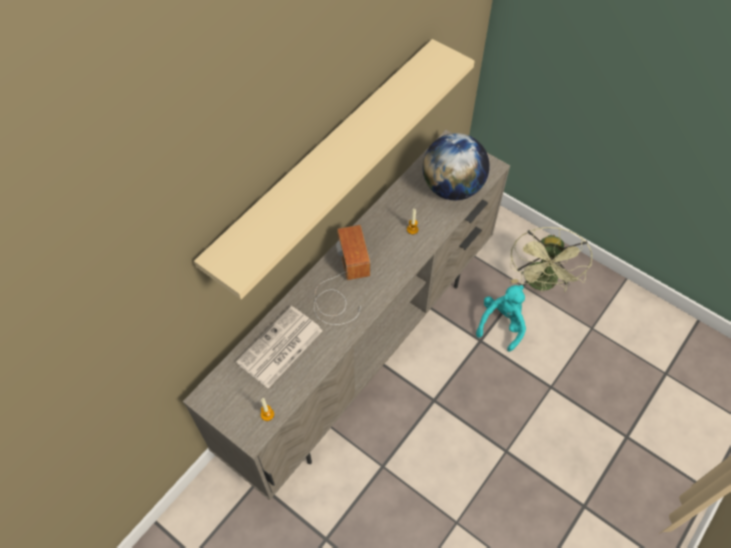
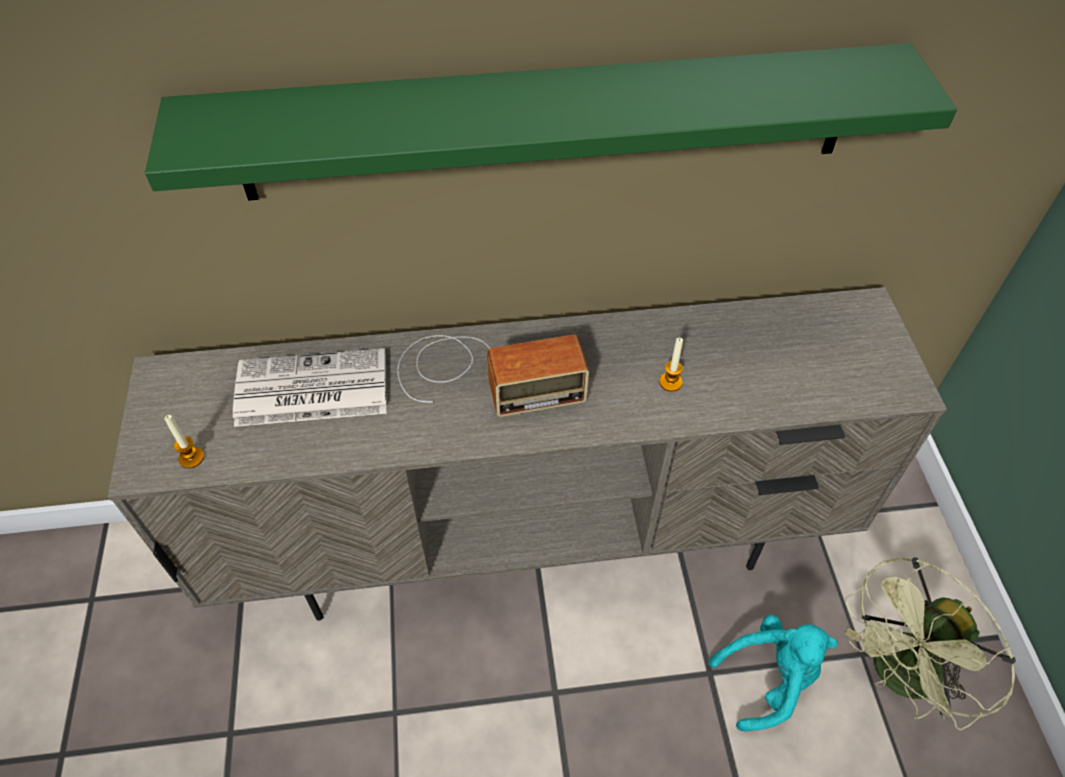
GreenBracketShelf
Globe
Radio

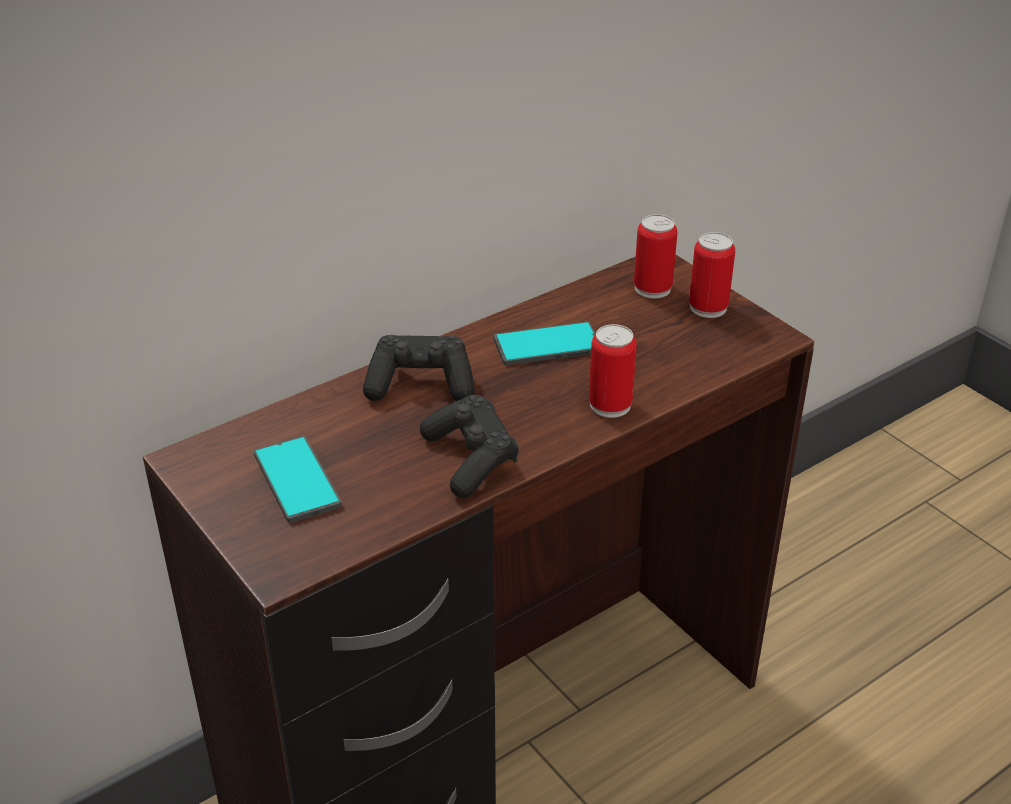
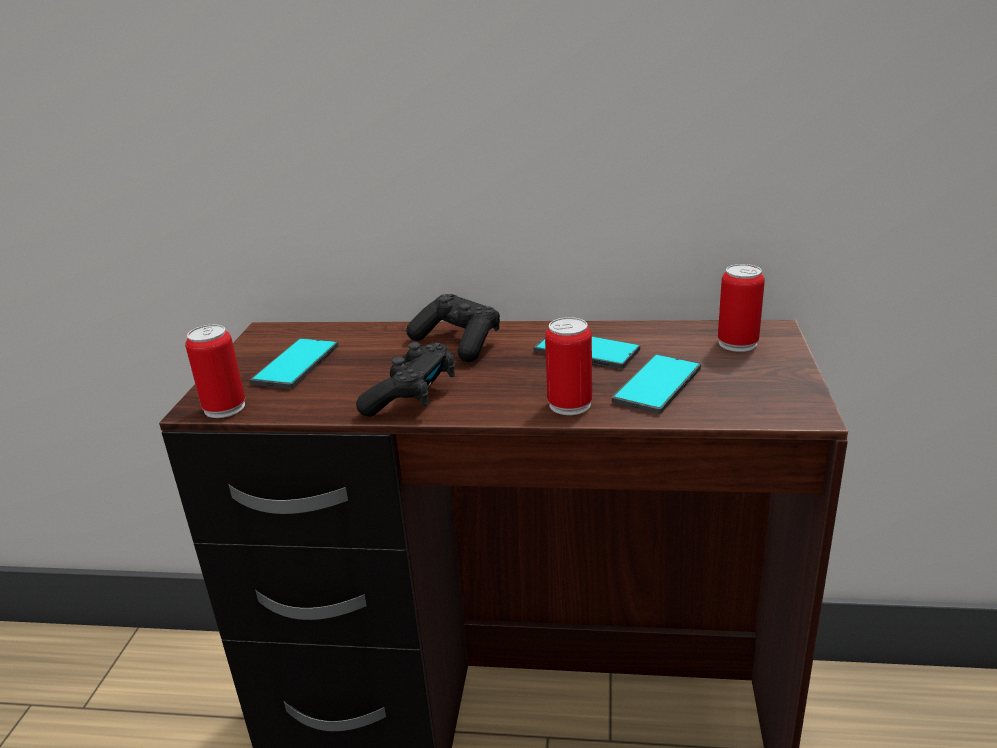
SealedCan (1st from left)
Handset (3rd from left)

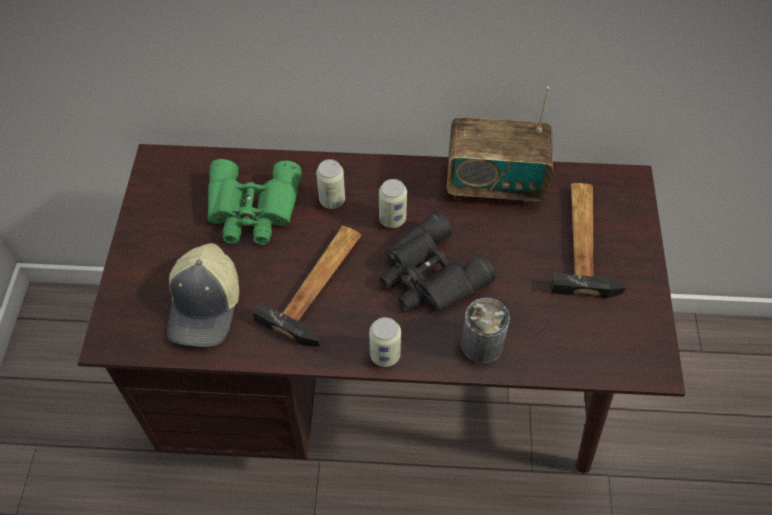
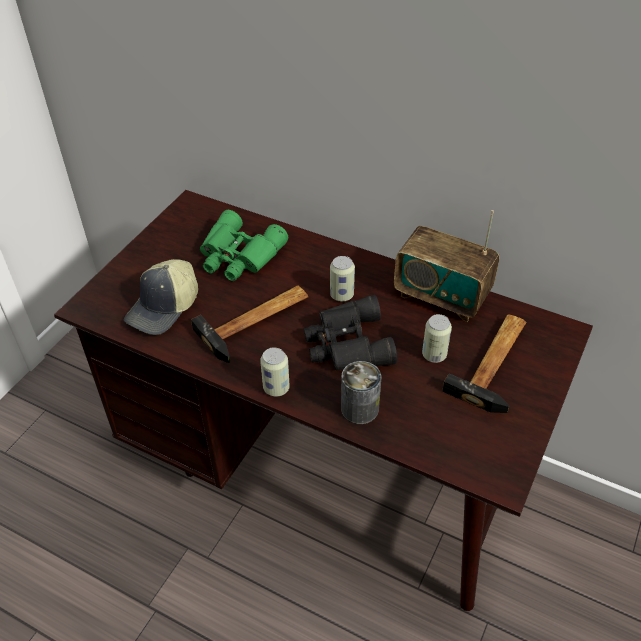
SealedCan (4th from left)

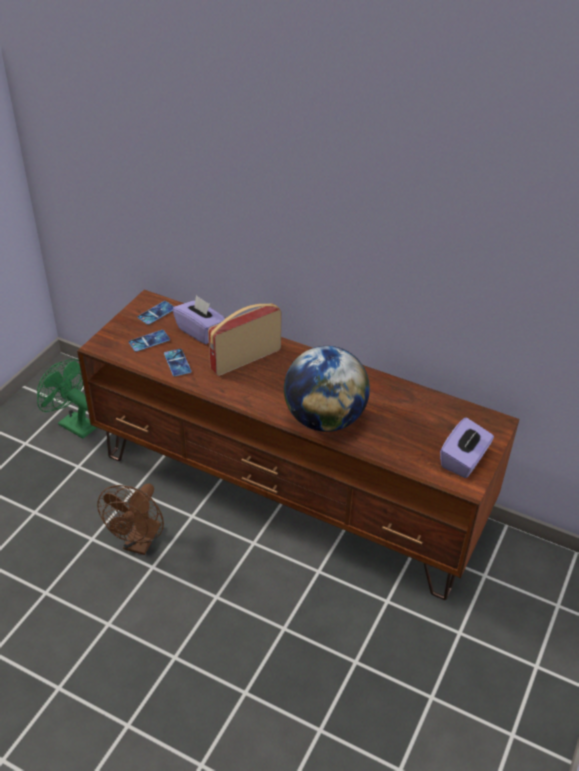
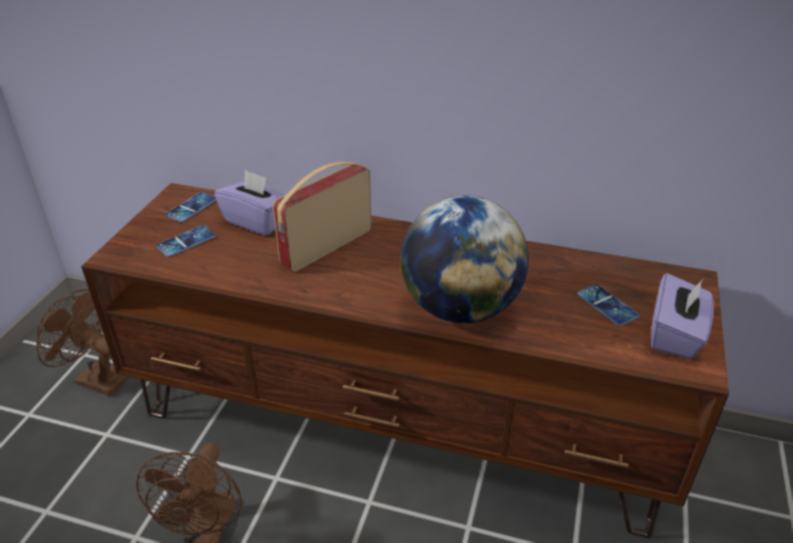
Handset (3rd from left)
BrownColouredCoolingFan (1st from left)

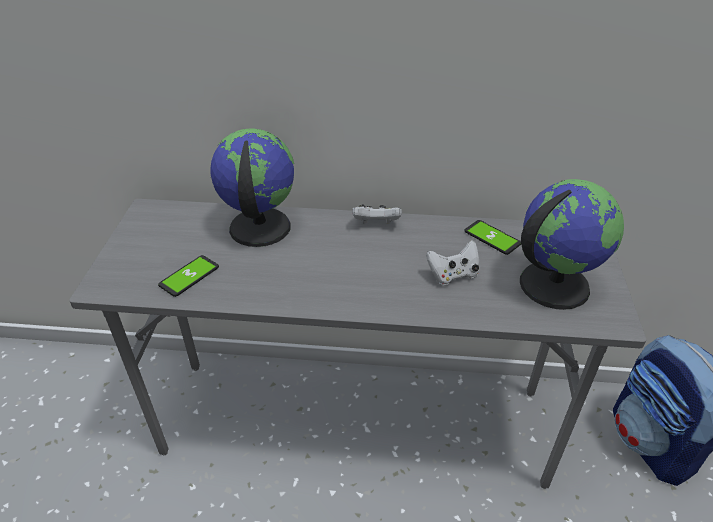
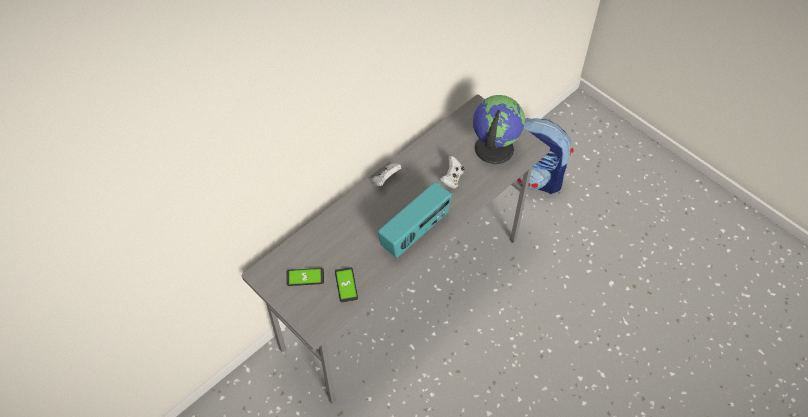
Globe (1st from left in the first image)
Handset (1st from left)
Radio

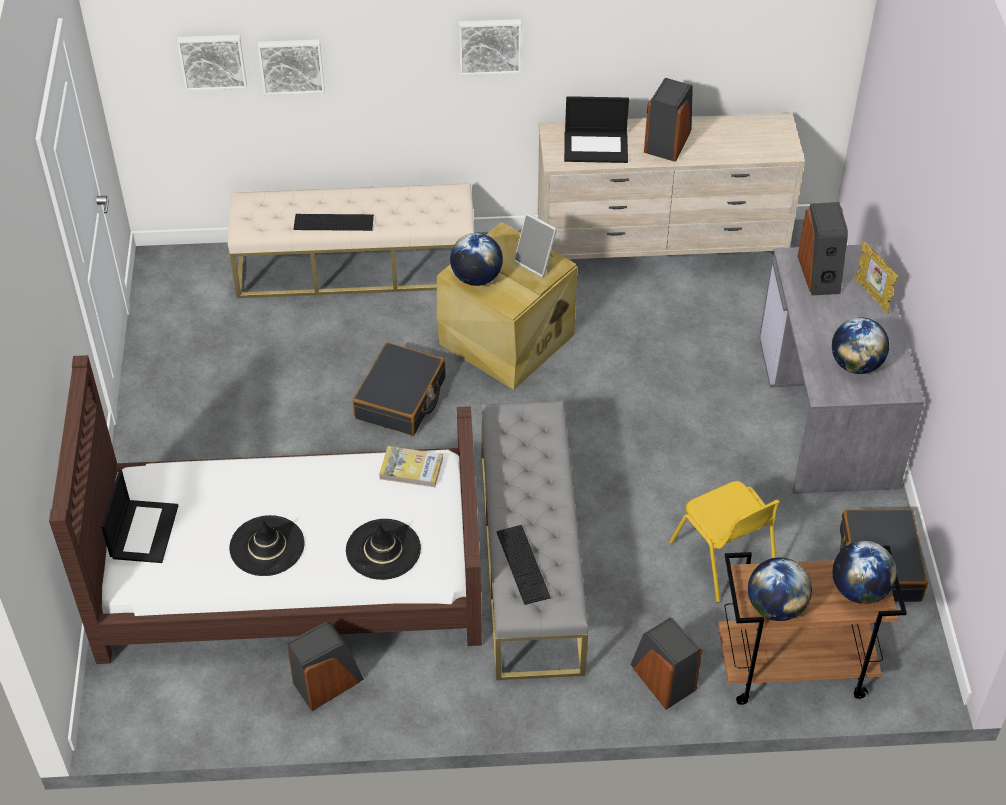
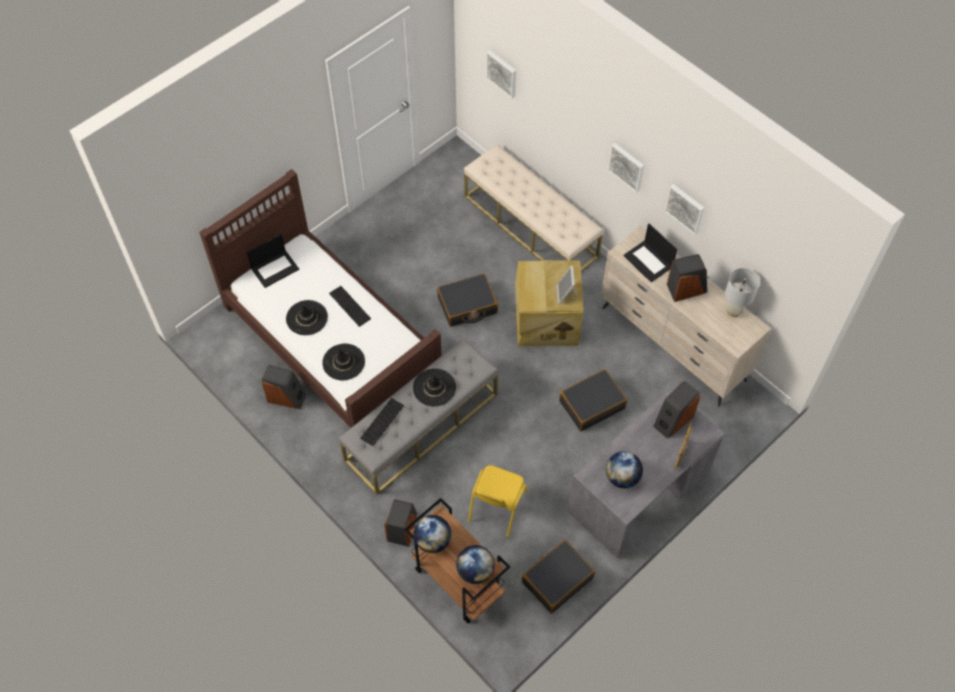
WallArt (3rd from left)
Keyboard (1st from left)
Globe (1st from left in the first image)
BoundBook
WhitishLampForATable
BlackishWearableHat (3rd from left)
BlackishPieceOfLuggage (3rd from left)

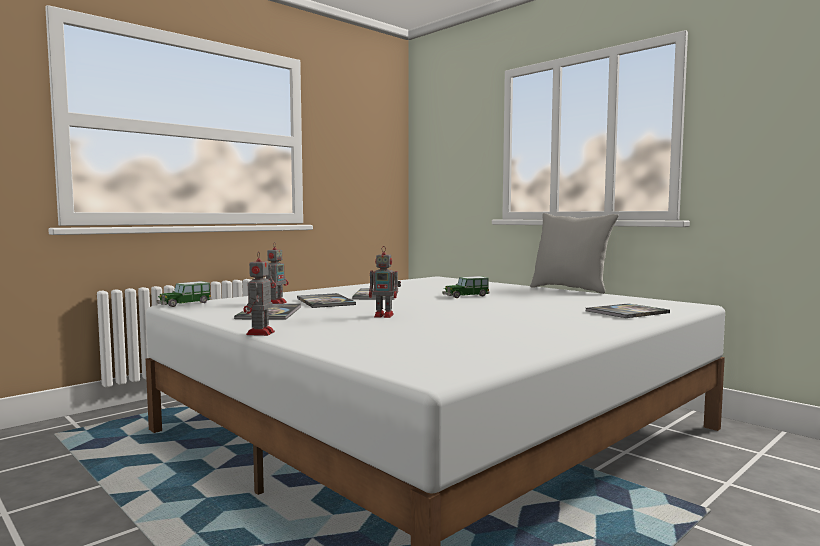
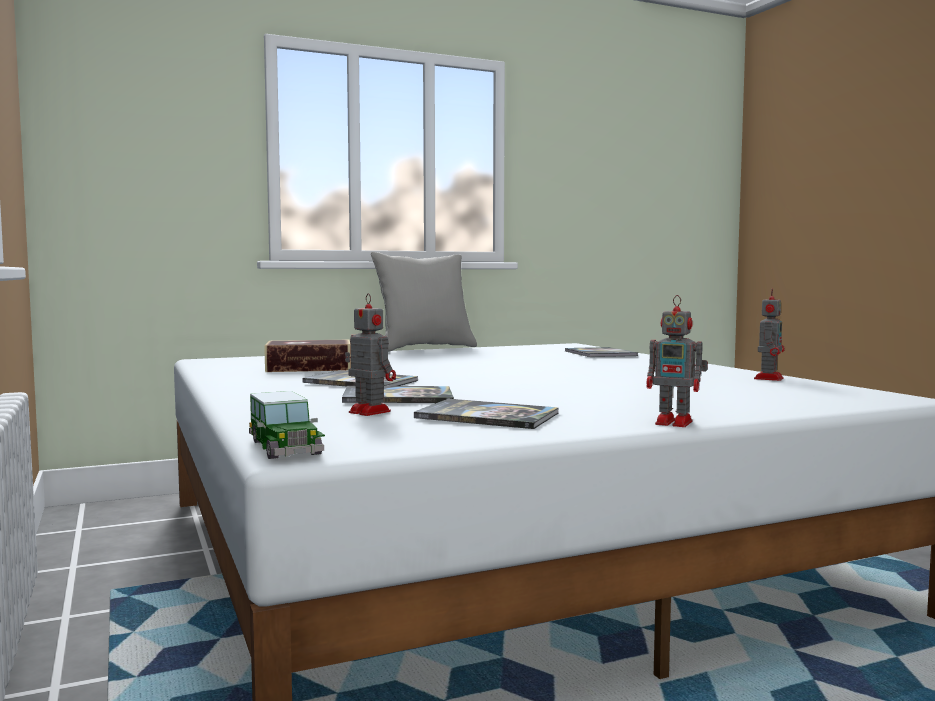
ToyRobot (3rd from left)
ToyCar (2nd from left in the first image)
BoundBook (1st from left)

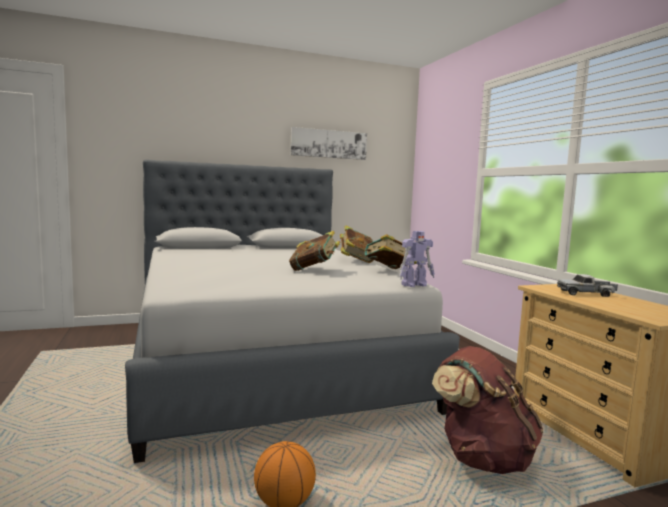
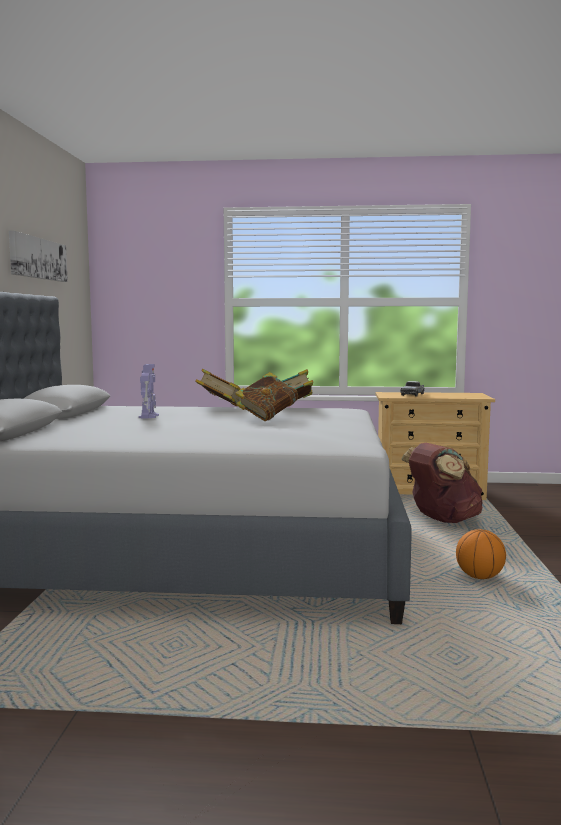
ToyRobot

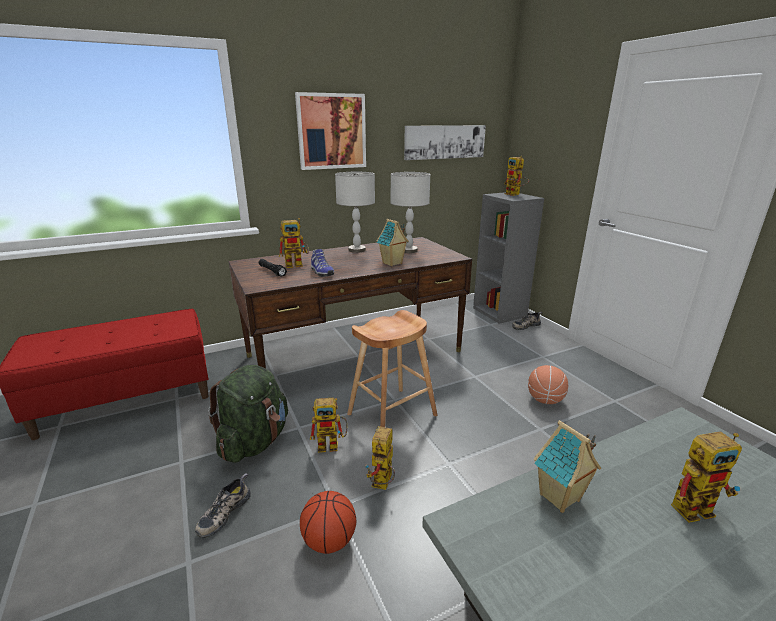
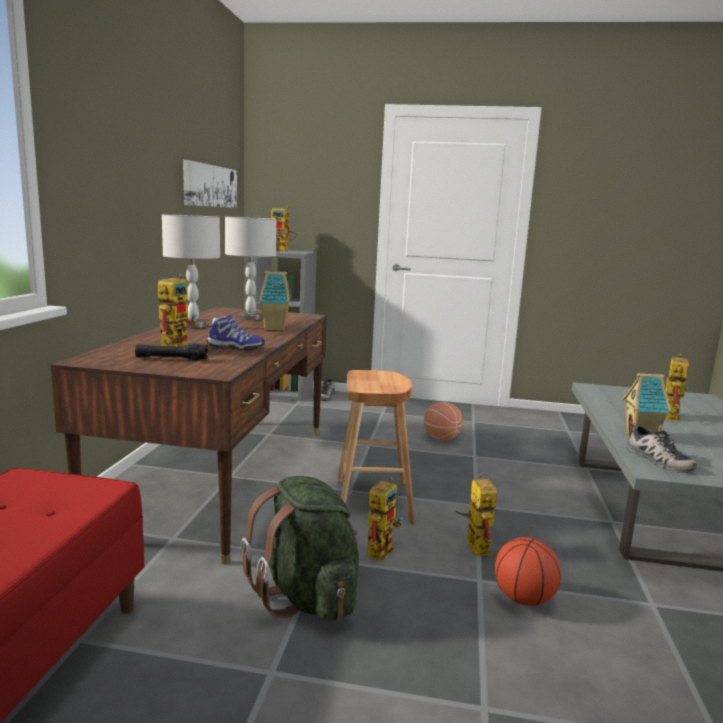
WallArt (1st from left in the first image)
ToyRobot (4th from left)
Shoe (3rd from left)

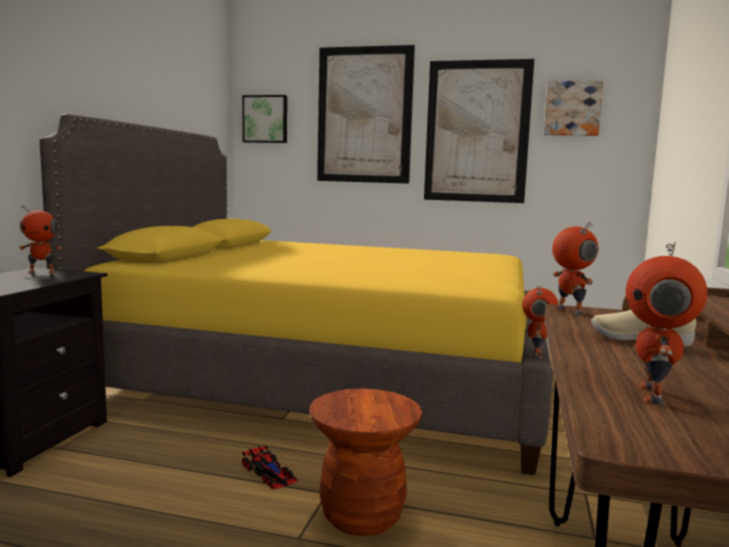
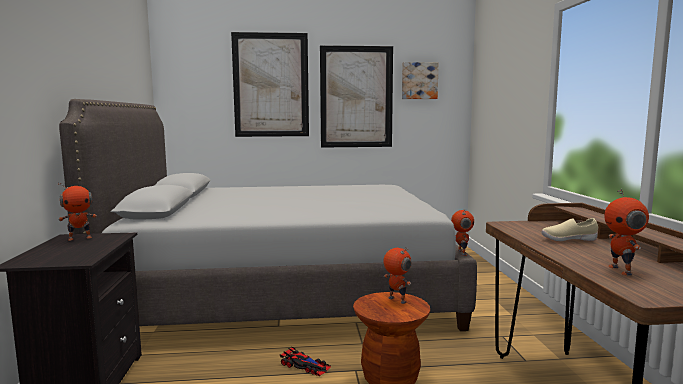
WallArt (1st from left in the first image)
GreySleepingBed
ToyRobot (2nd from left)

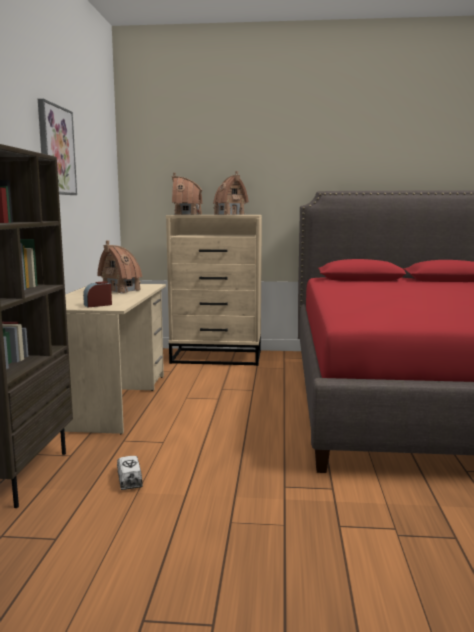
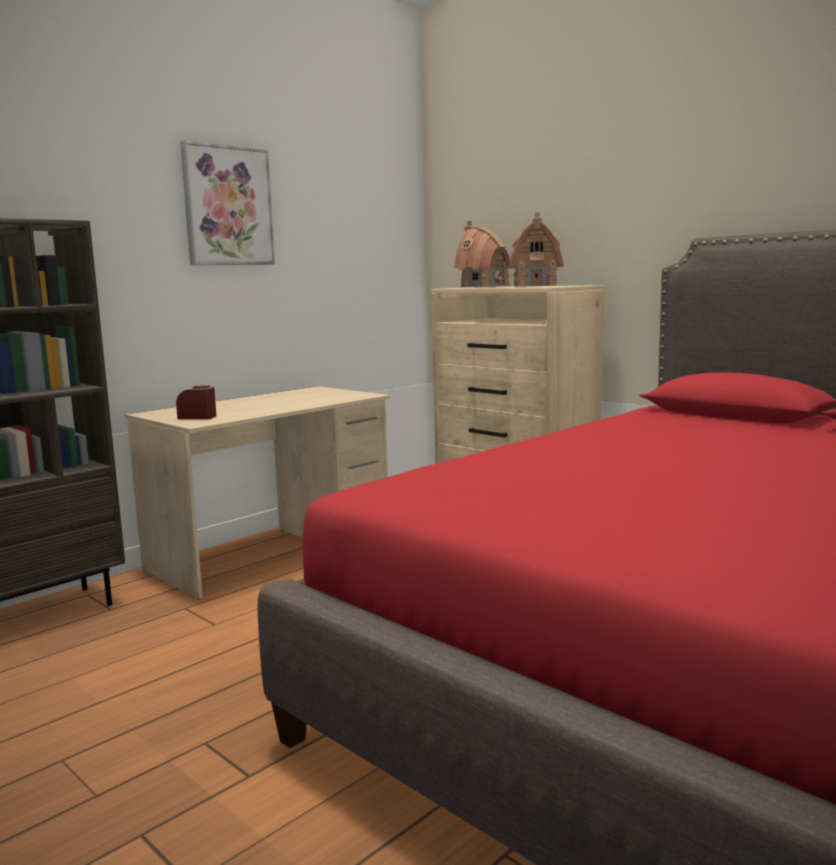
ToyHouse (1st from left in the first image)
ToyTruck

